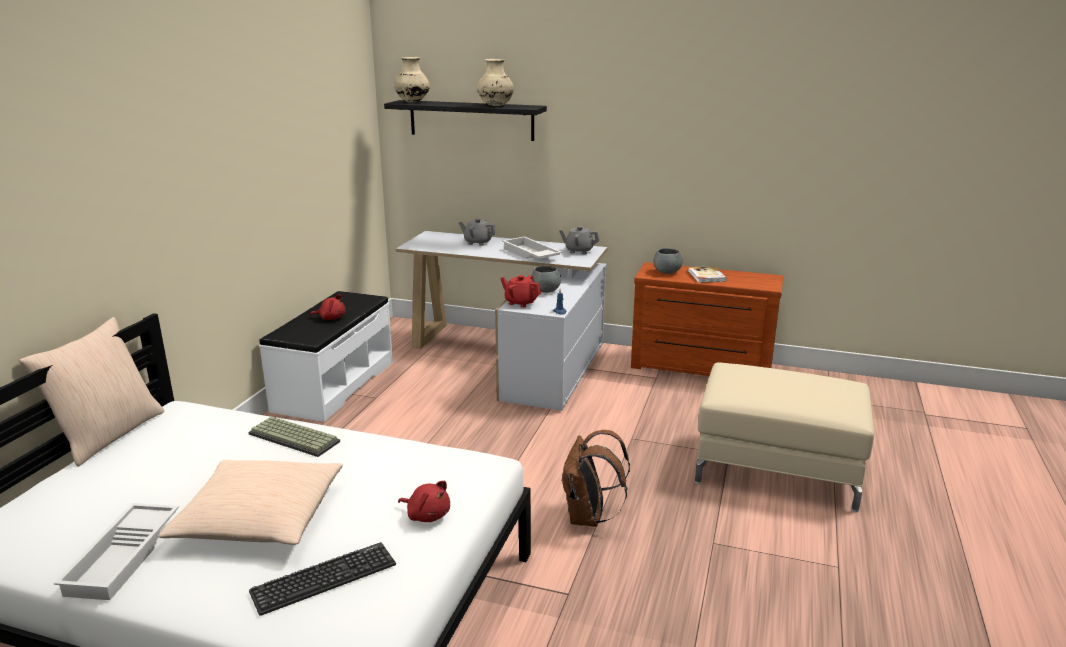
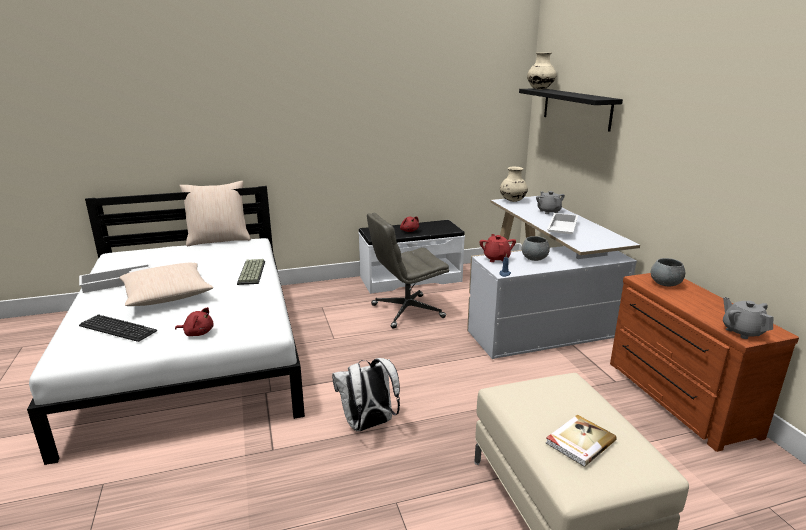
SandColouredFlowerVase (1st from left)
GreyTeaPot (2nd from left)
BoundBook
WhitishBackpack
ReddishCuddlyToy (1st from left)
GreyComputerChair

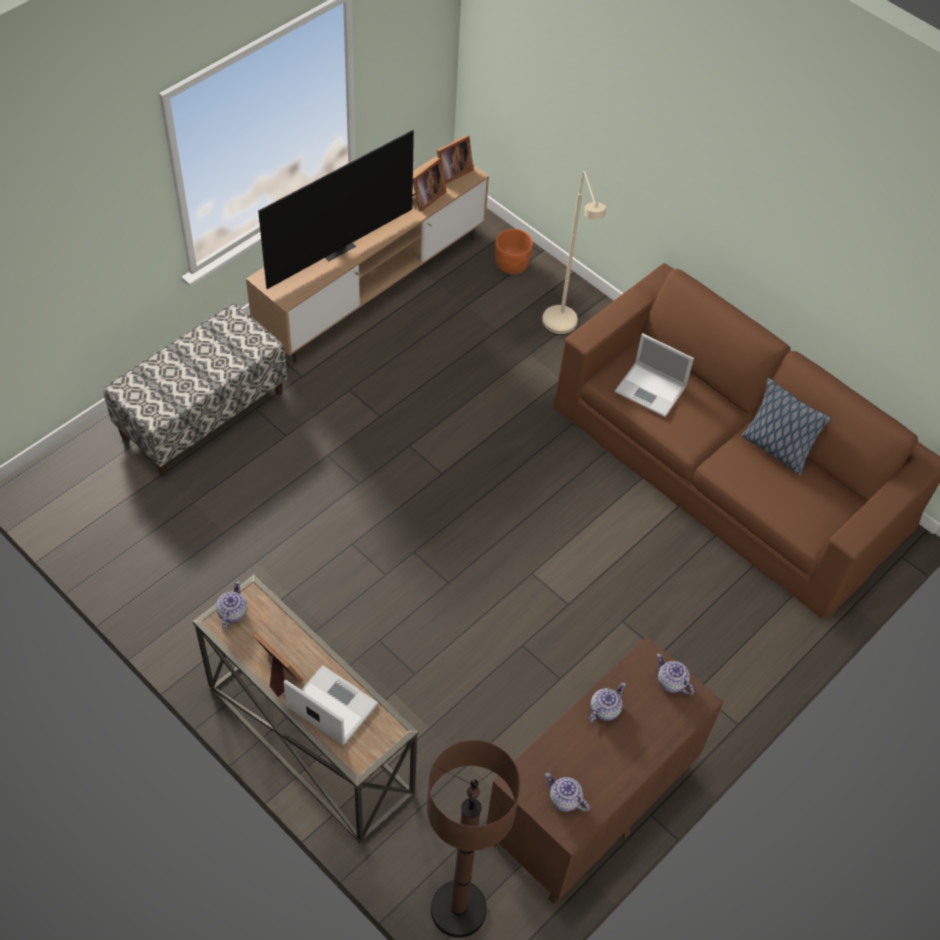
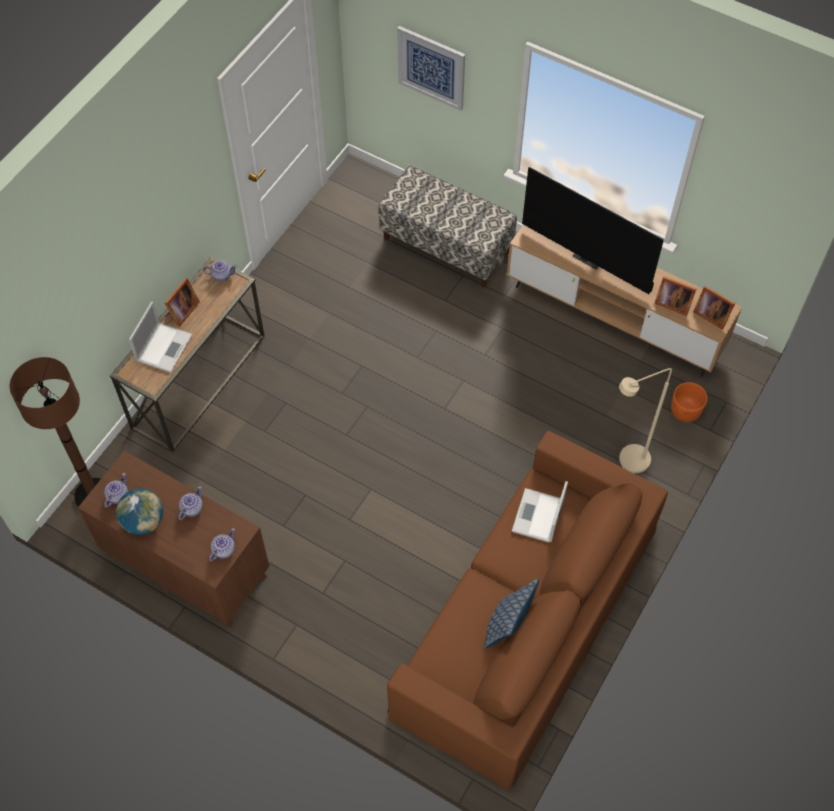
TeaPot (2nd from left)
WallArt
Globe

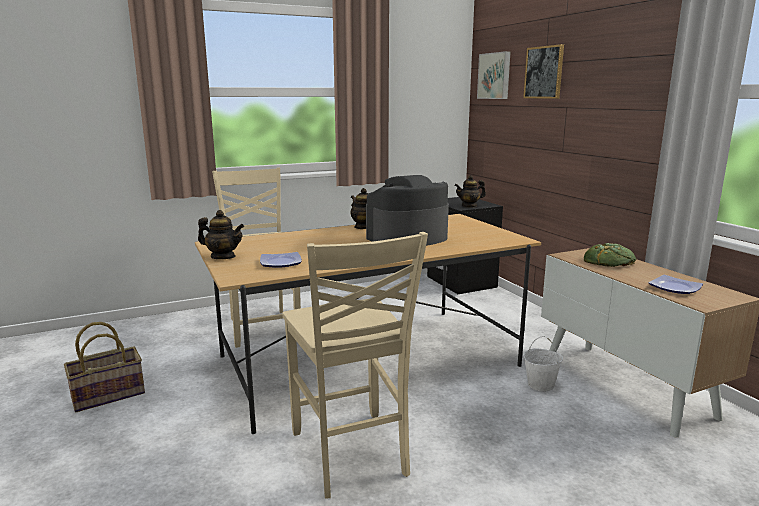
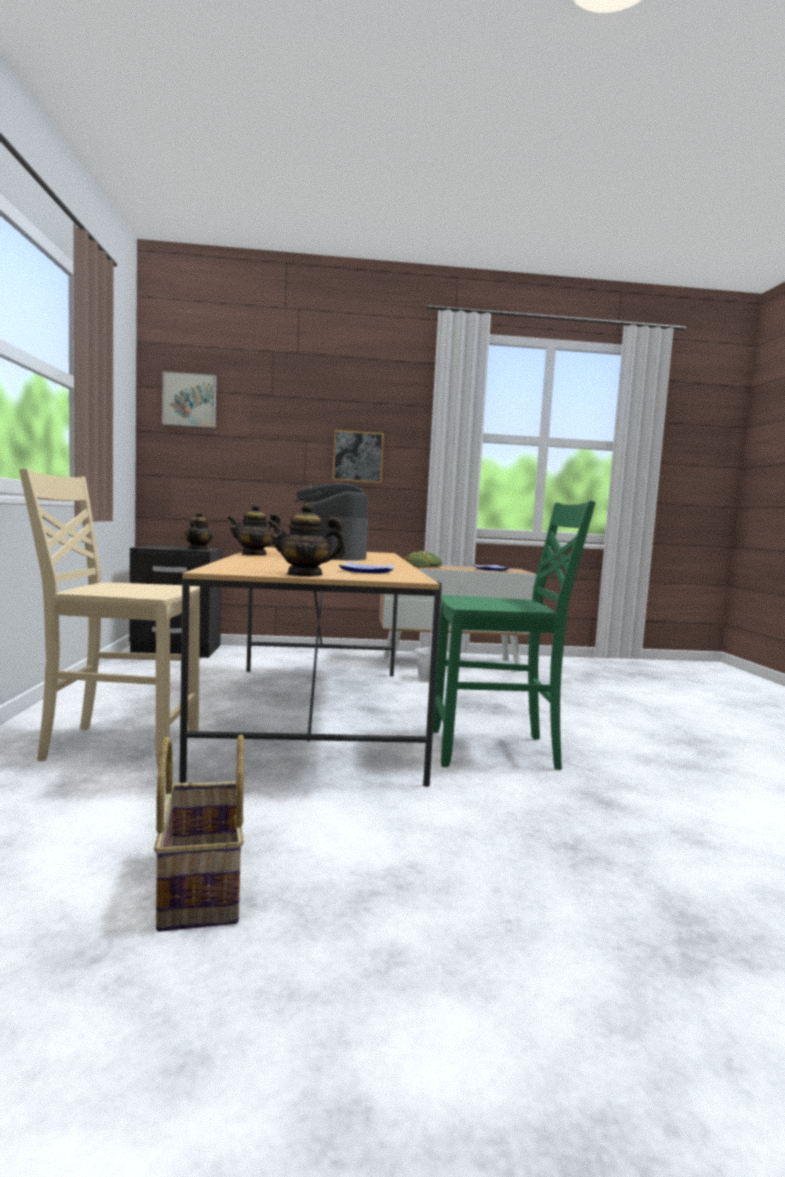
WallArt (2nd from left)
TeaPot (3rd from left)
GreenUprightChair

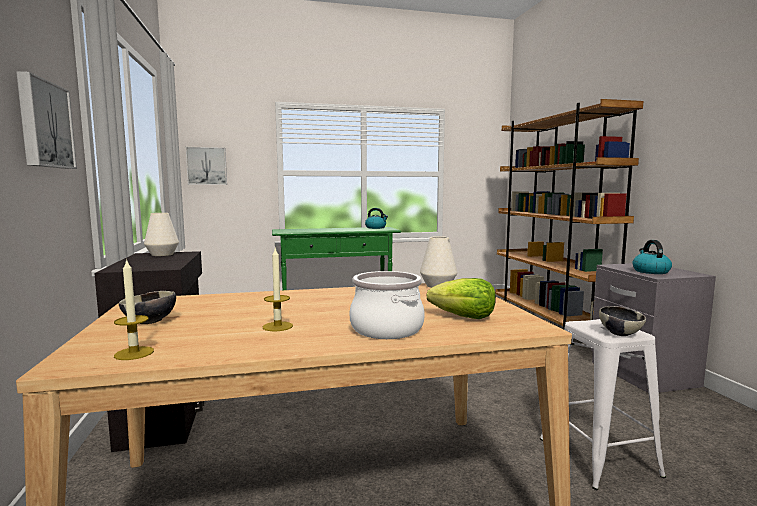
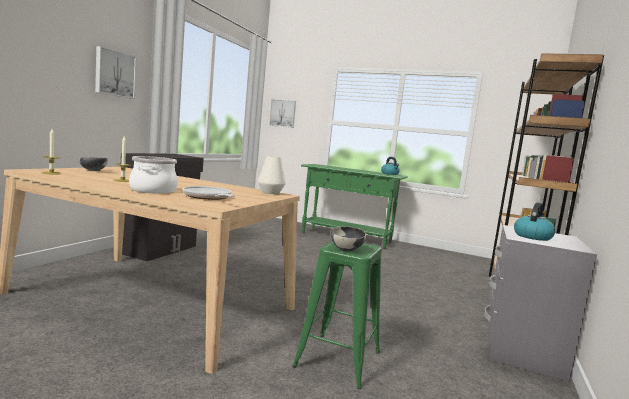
WhitishFlowerVase (1st from left in the first image)
FryingPan
GreenStoolSeat

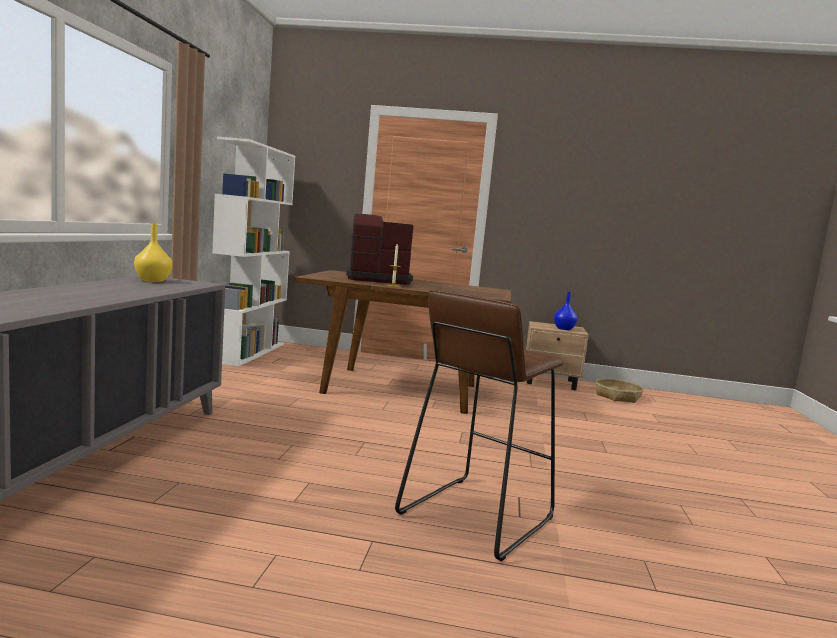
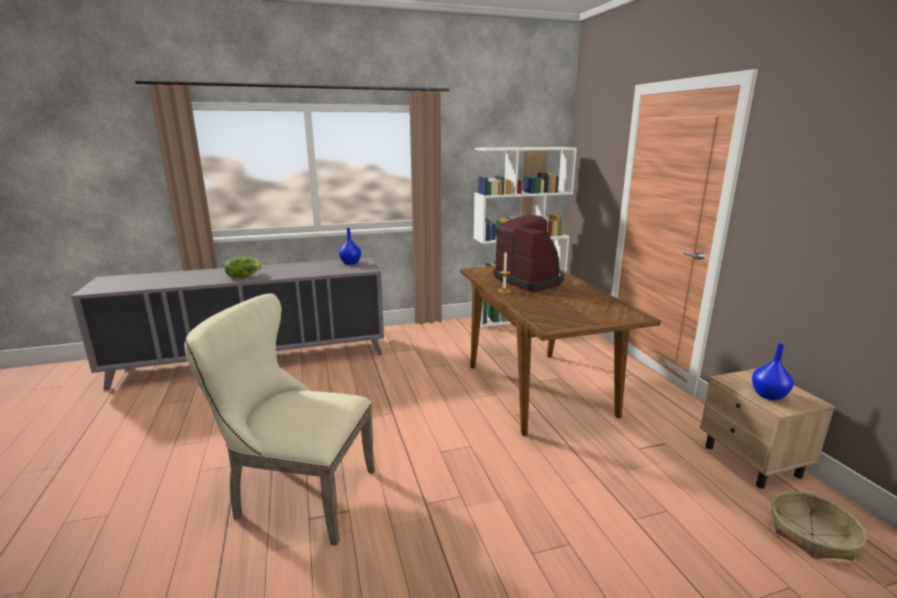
BlueFlowerVase (1st from left)
SandColouredUprightChair
Lettuce

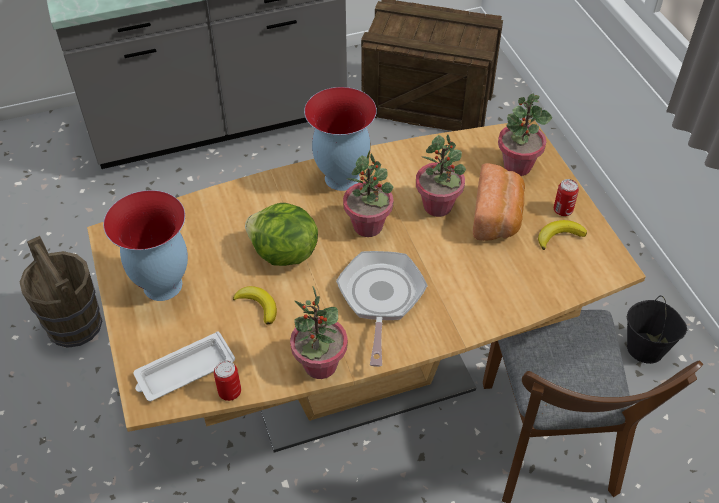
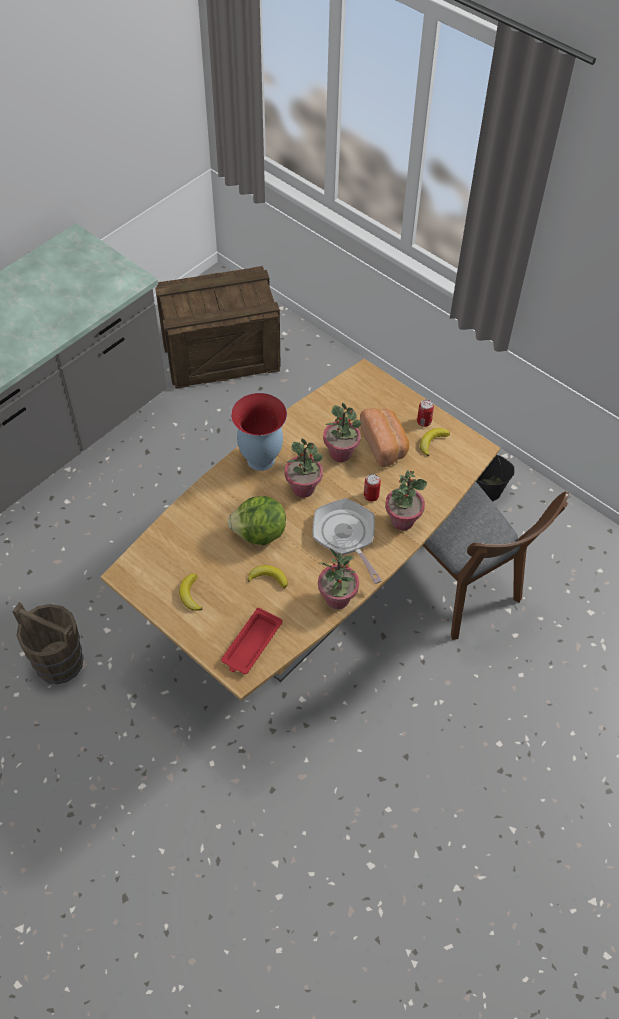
Houseplant (4th from left)
WholeBanana (1st from left)
ReddishCarryingTray
SealedCan (1st from left)

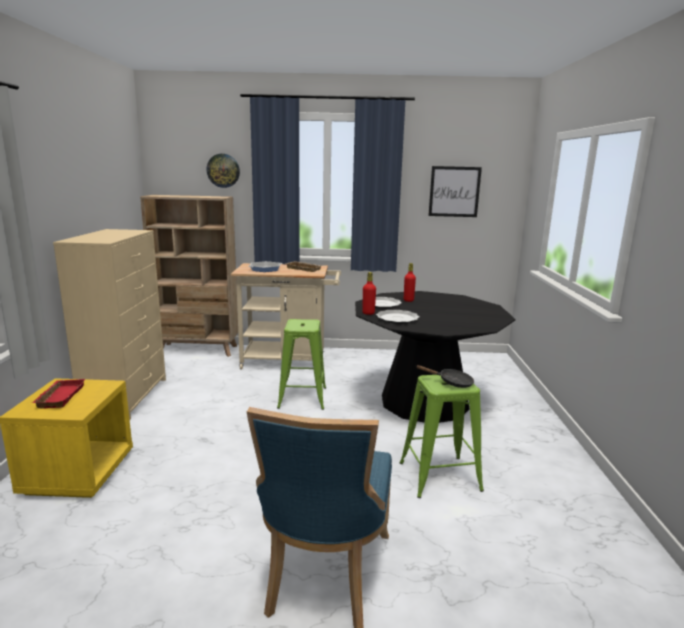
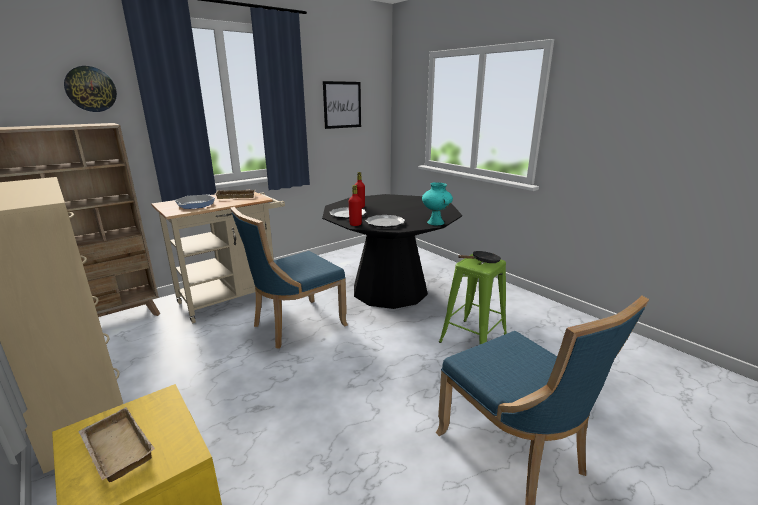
BlueUprightChair (1st from left)
SandColouredCarryingTray (1st from left)
BlueGreenFlowerVase

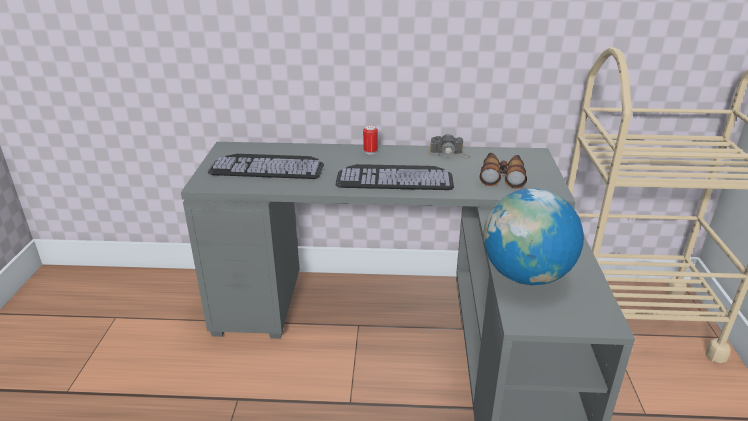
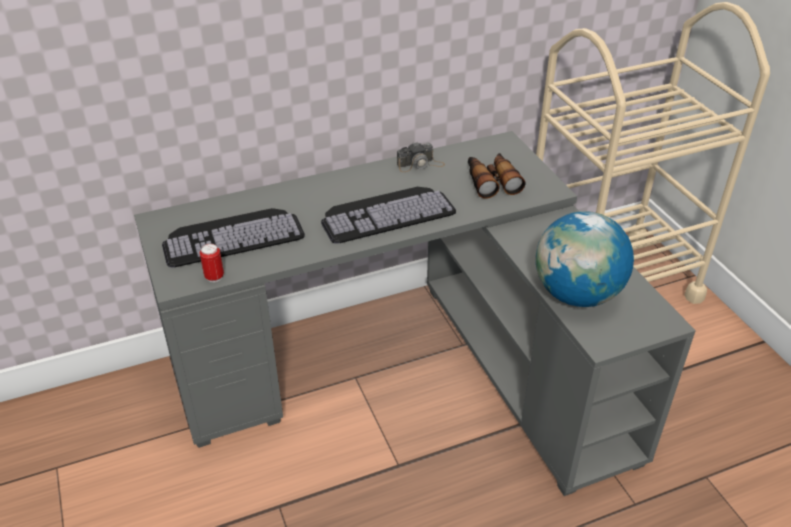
SealedCan

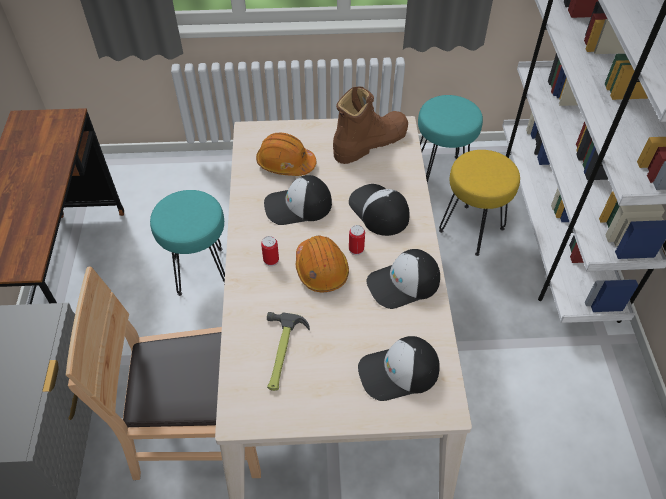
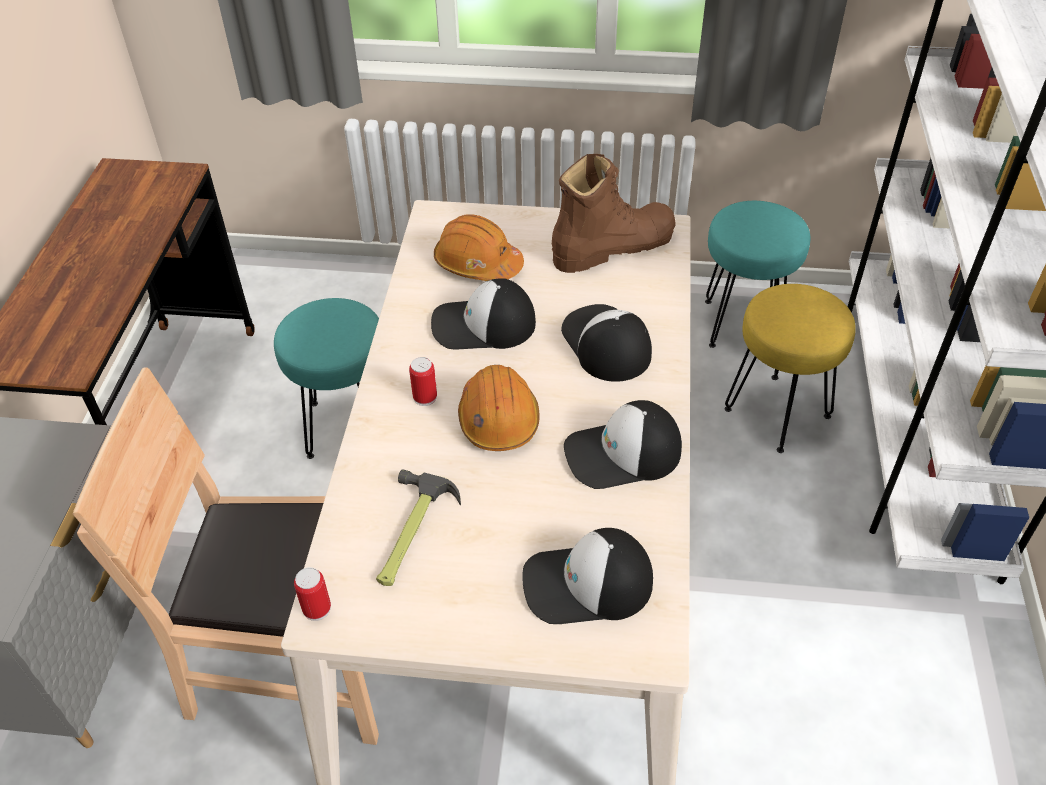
SealedCan (1st from left)

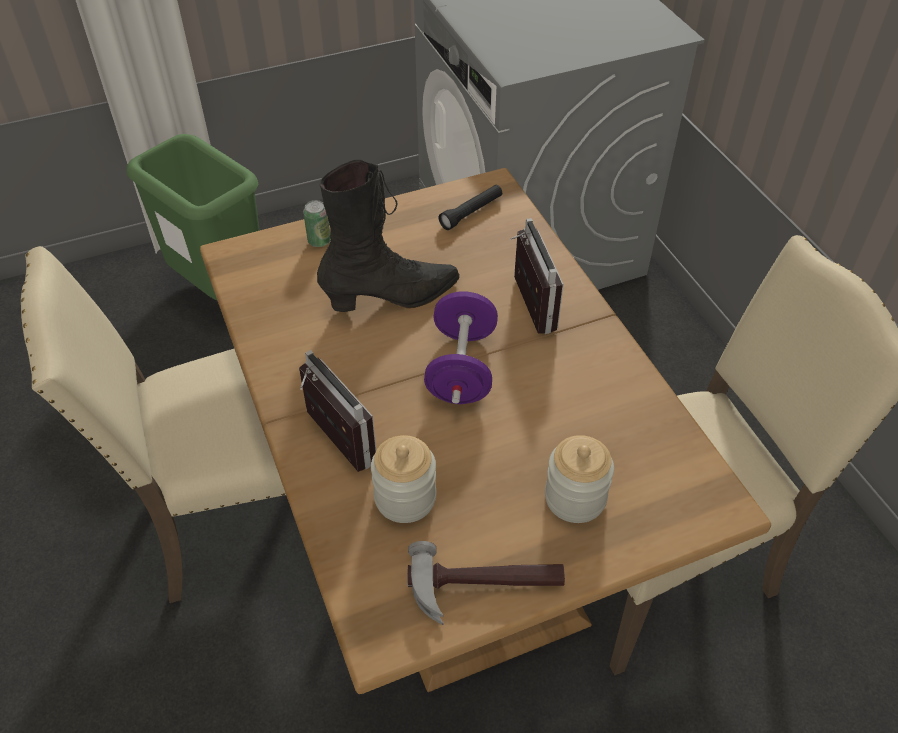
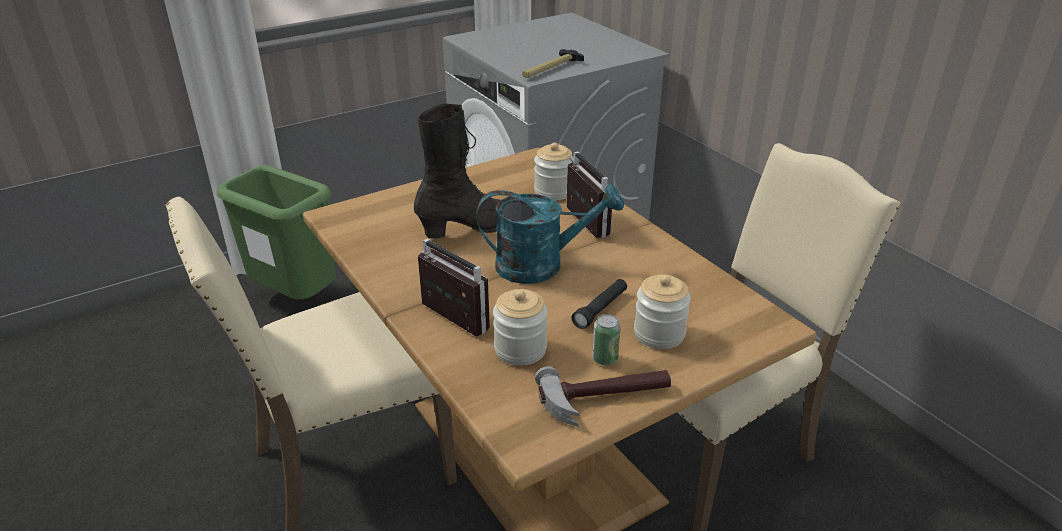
BlackishTorch
SealedCan
BlueGreenWateringPot
HandHammer (1st from left)
StorageJar (2nd from left)

